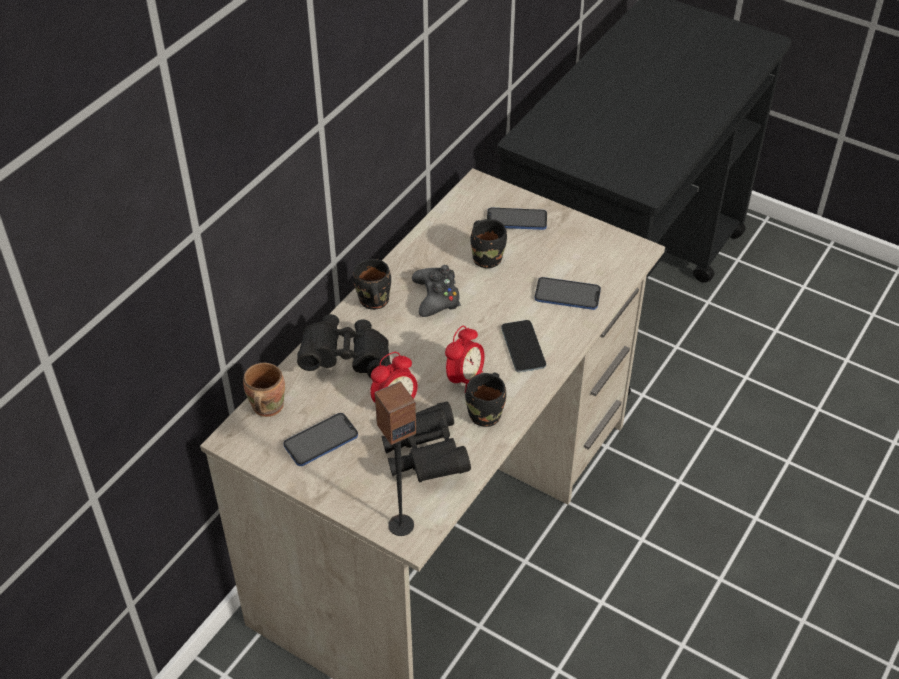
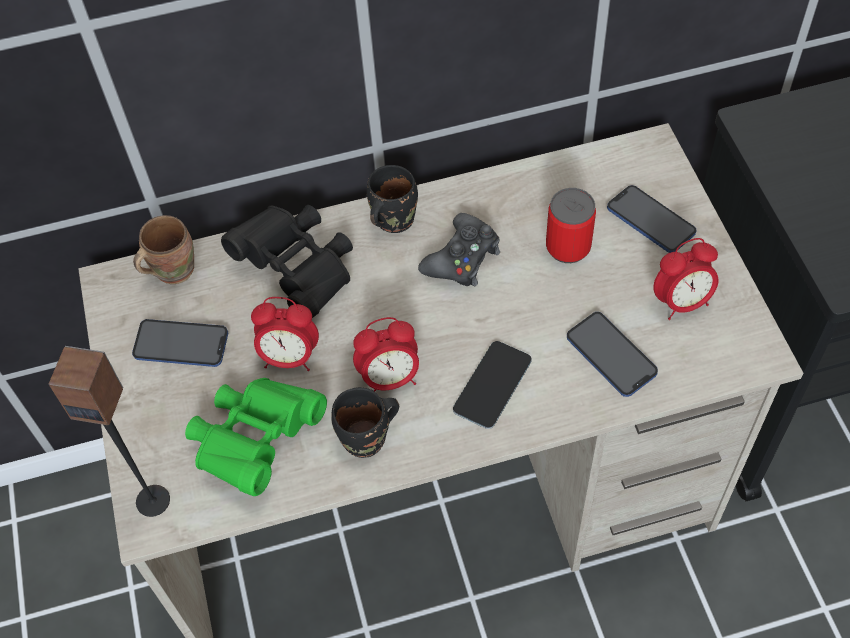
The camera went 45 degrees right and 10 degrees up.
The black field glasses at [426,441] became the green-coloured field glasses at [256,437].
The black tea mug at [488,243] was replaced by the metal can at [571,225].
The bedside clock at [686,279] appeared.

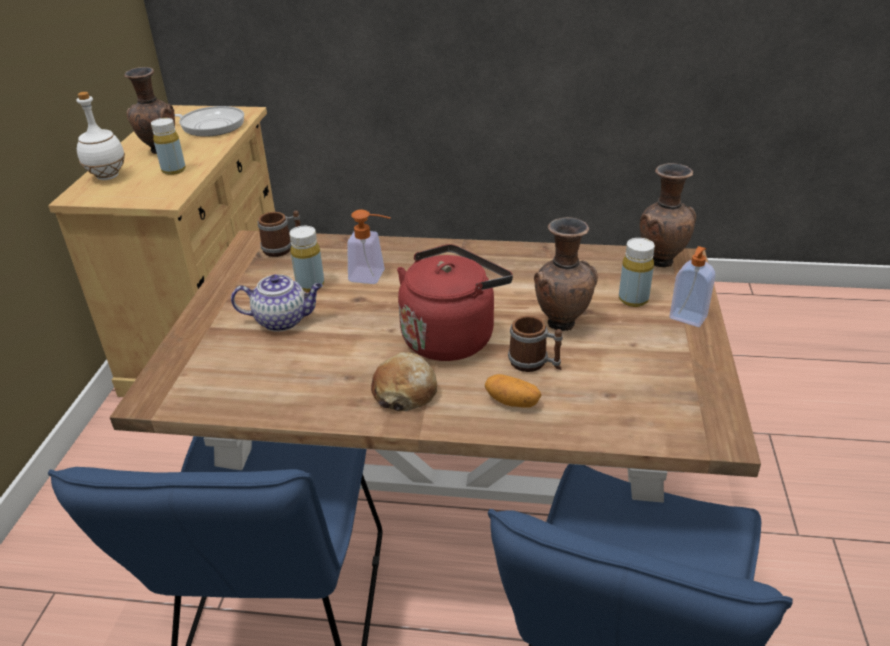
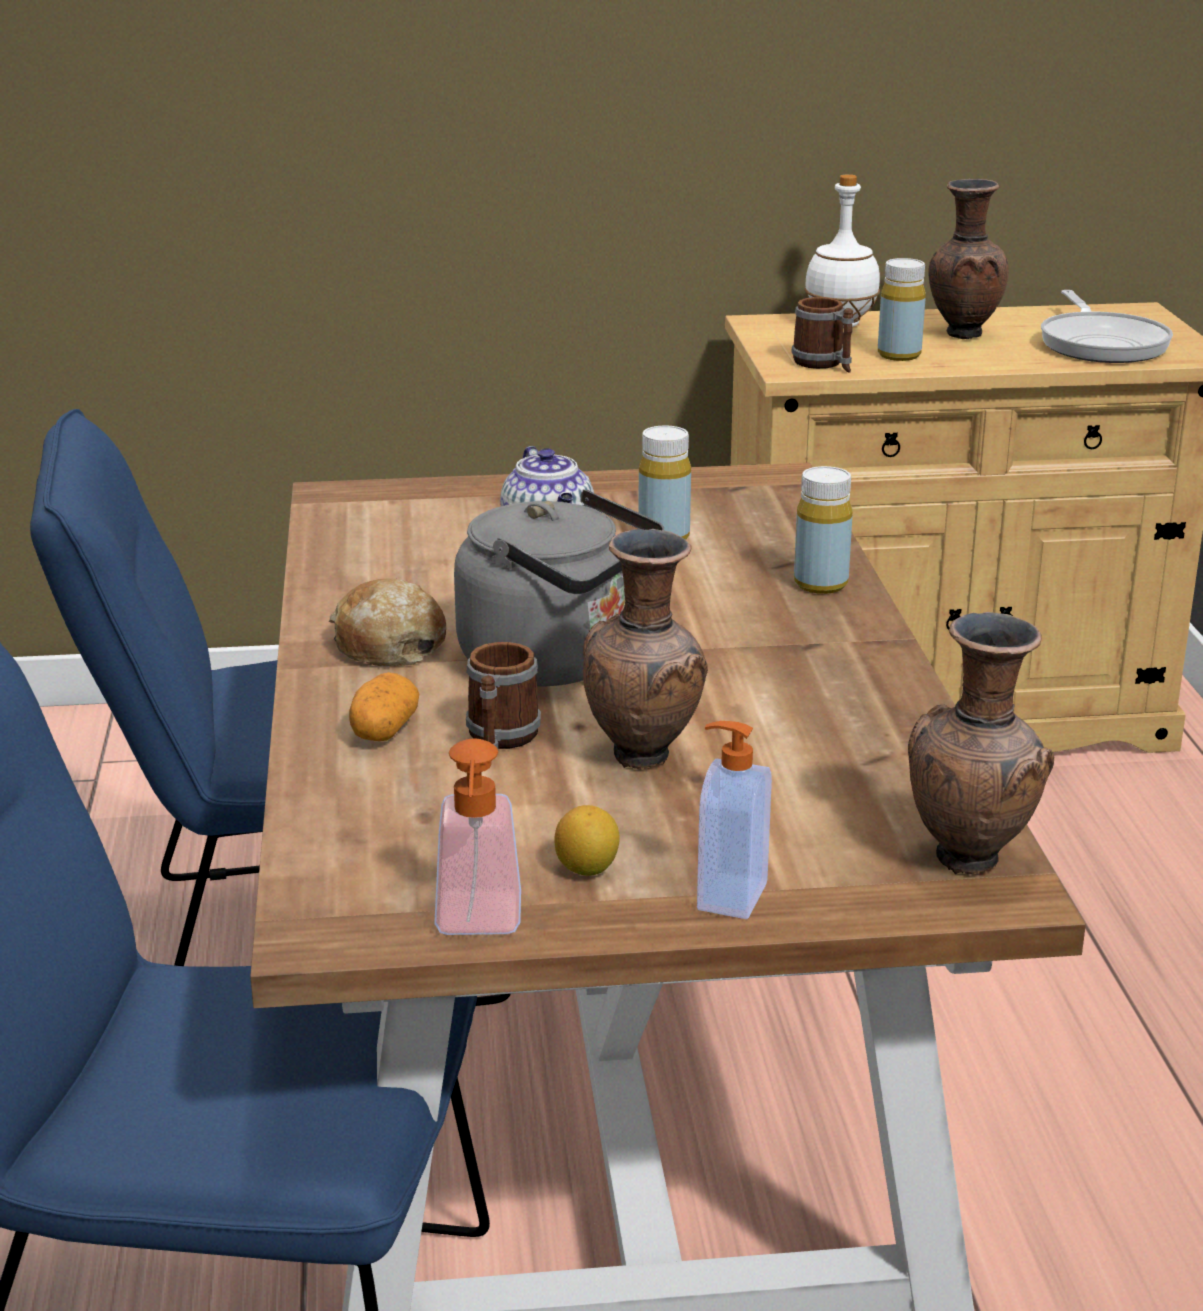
The camera went 75 degrees right and 10 degrees down.
The soap bottle moved from [369,246] to [477,836].
The red-coloured tea kettle at [455,302] became the gray tea kettle at [559,588].
The citrus fruit at [587,840] appeared.
The tea mug moved from [279,233] to [823,335].
The yellow-coloured drink bottle moved from [637,272] to [823,530].

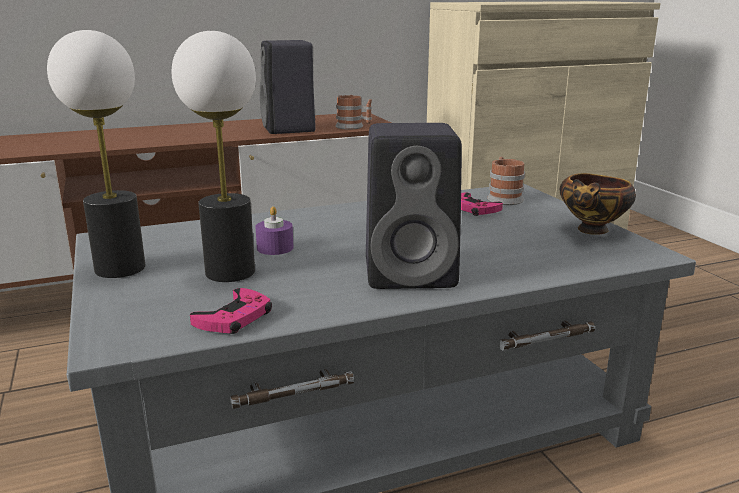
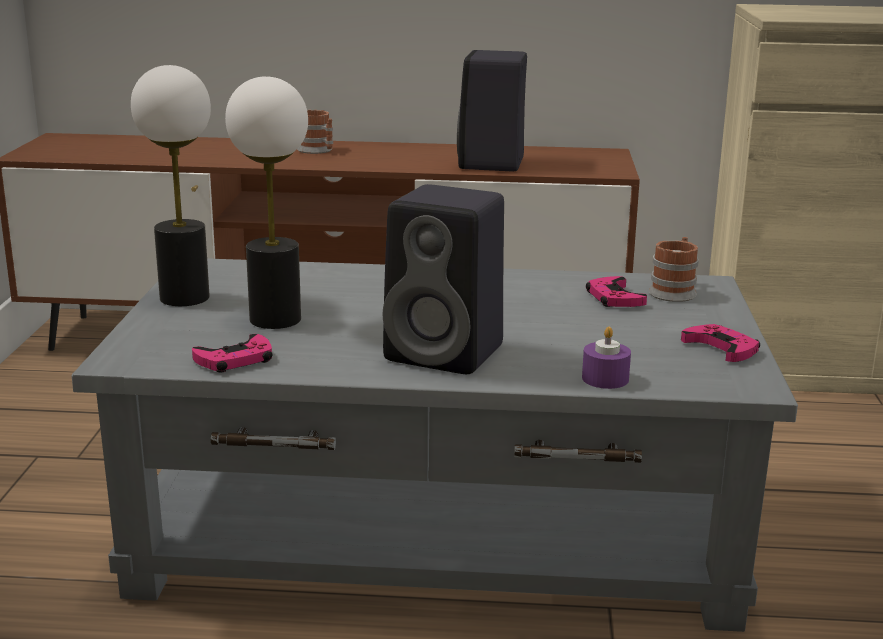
The camera went 25 degrees right and 0 degrees up.
The tea mug moved from [353,112] to [315,131].
The purple-coloured candle moved from [274,230] to [606,358].
The bowl at [598,204] was replaced by the pink game controller at [720,343].

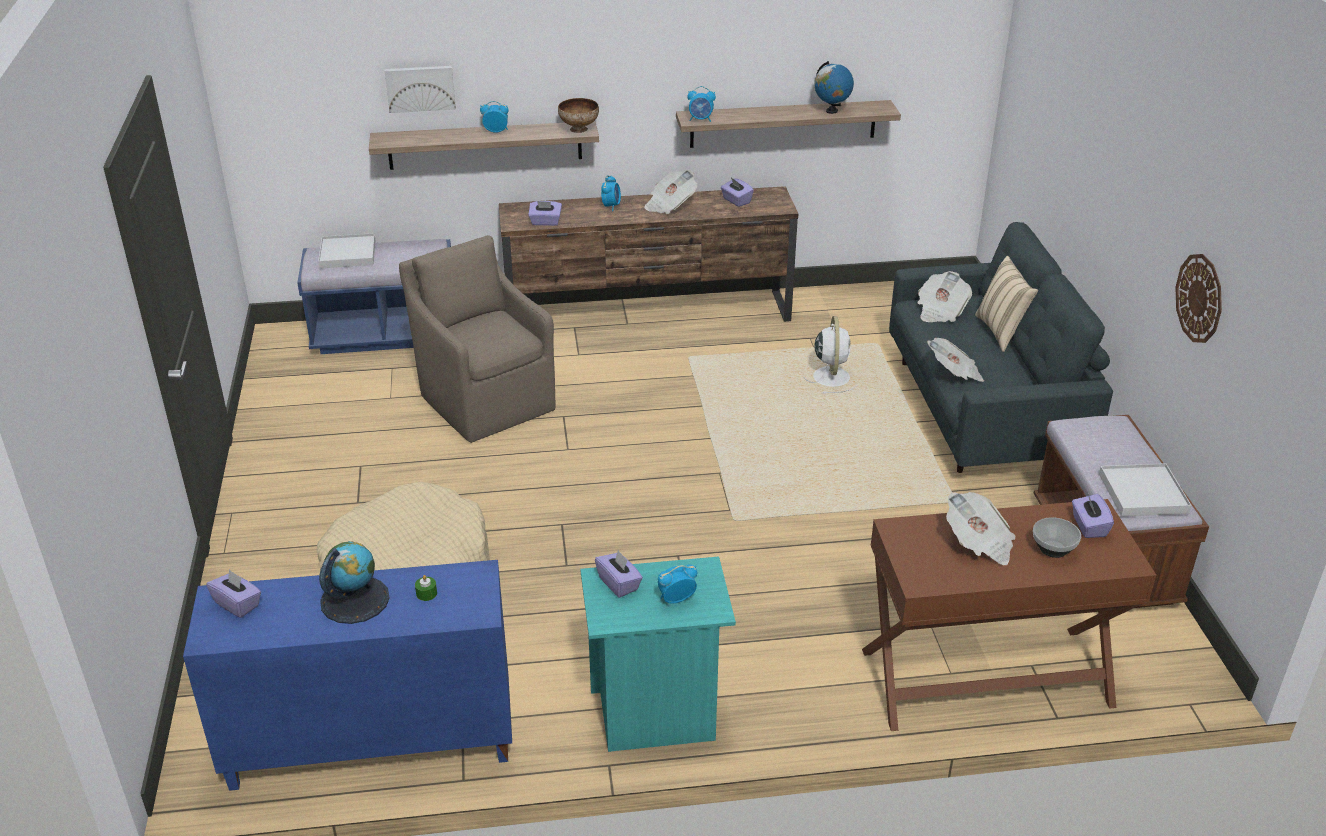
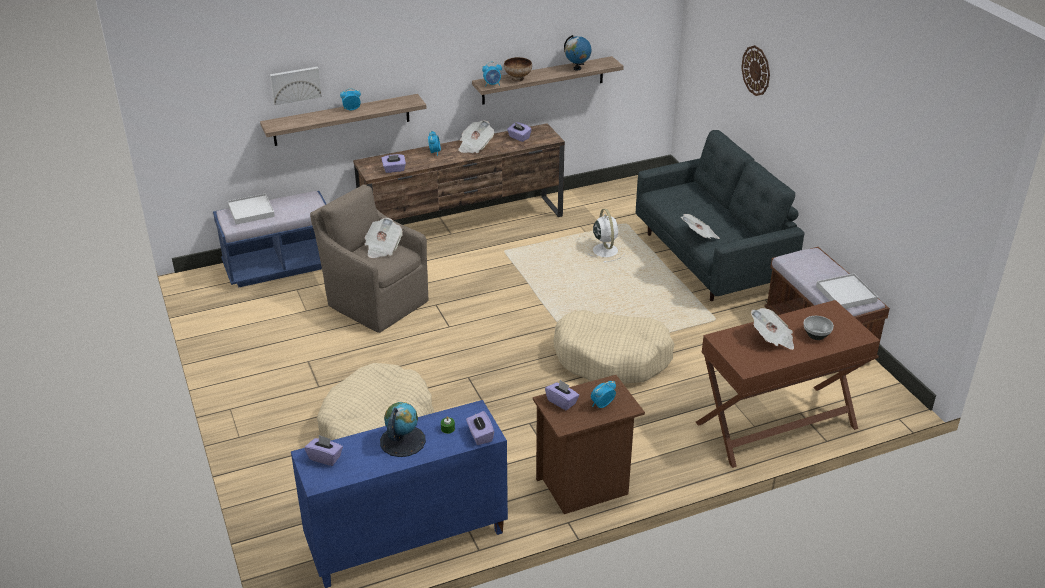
The camera went 15 degrees left and 0 degrees up.
The printed paper moved from [945,296] to [383,238].
The purple-coloured tissue box moved from [1093,516] to [480,428].
The bowl moved from [578,115] to [518,69].
The blue-green night table at [658,654] became the brownish night table at [589,444].
The beige-coloured dog bed at [614,347] appeared.
The clock on the wall moved from [1198,298] to [755,70].
The beige-coloured pillow at [1006,304] disappeared.

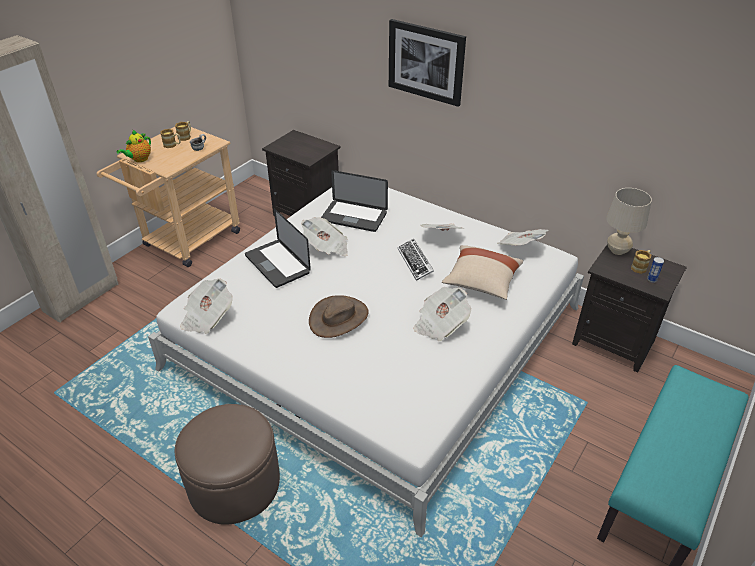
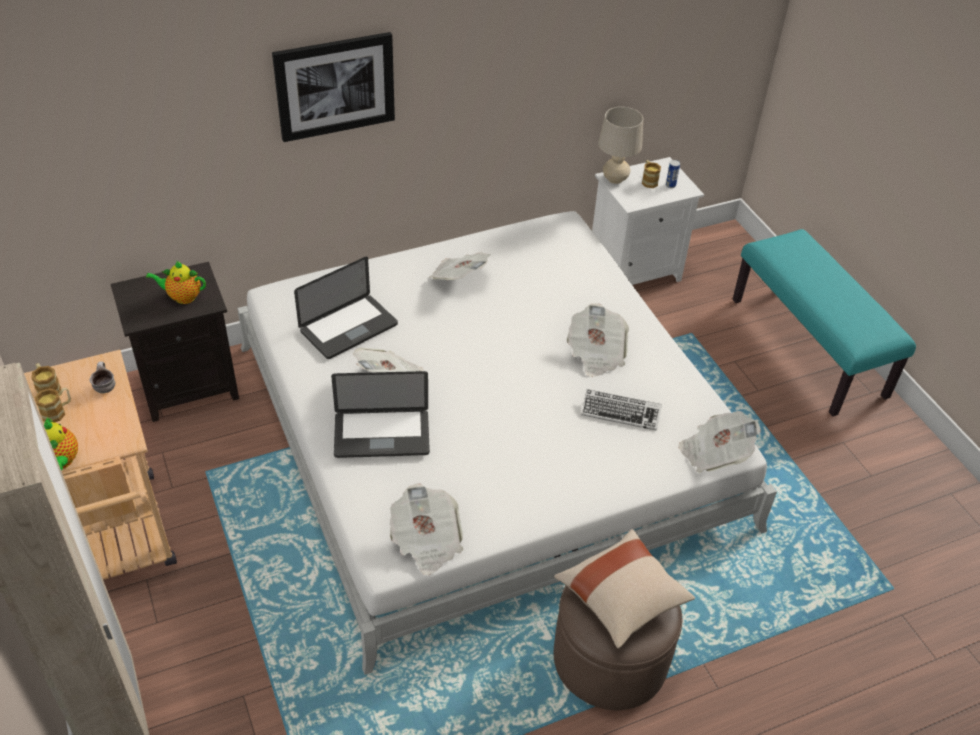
The camera went 60 degrees left and 5 degrees up.
The pot for tea at [176,282] appeared.
The beige-coloured pillow moved from [482,272] to [624,589].
The computer keyboard moved from [416,260] to [621,410].
The black night table at [629,309] became the white night table at [648,221].
The printed paper moved from [522,237] to [719,442].
The brownish clothing hat at [339,316] disappeared.

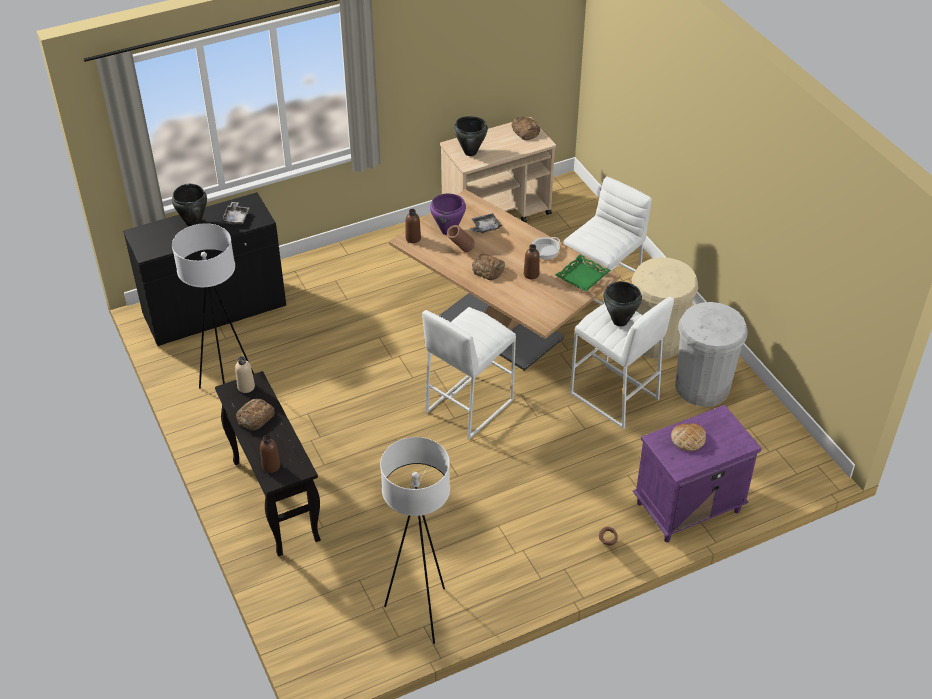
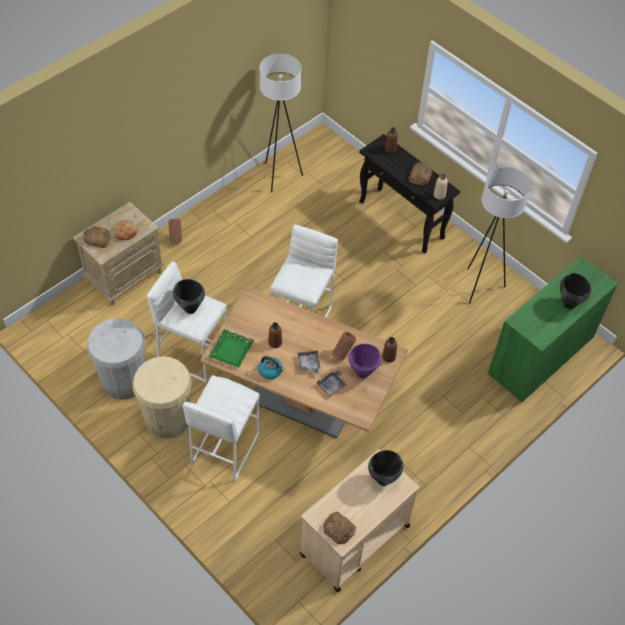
The camera went 160 degrees right and 10 degrees up.
The purple-coloured night table at [697,473] became the beige-coloured night table at [118,254].
The bread moved from [488,267] to [97,237].
The stockpot at [546,248] was replaced by the tea kettle at [271,367].
The gray tray moved from [235,213] to [309,362].
The black cabinet at [204,269] became the green-coloured cabinet at [553,329].

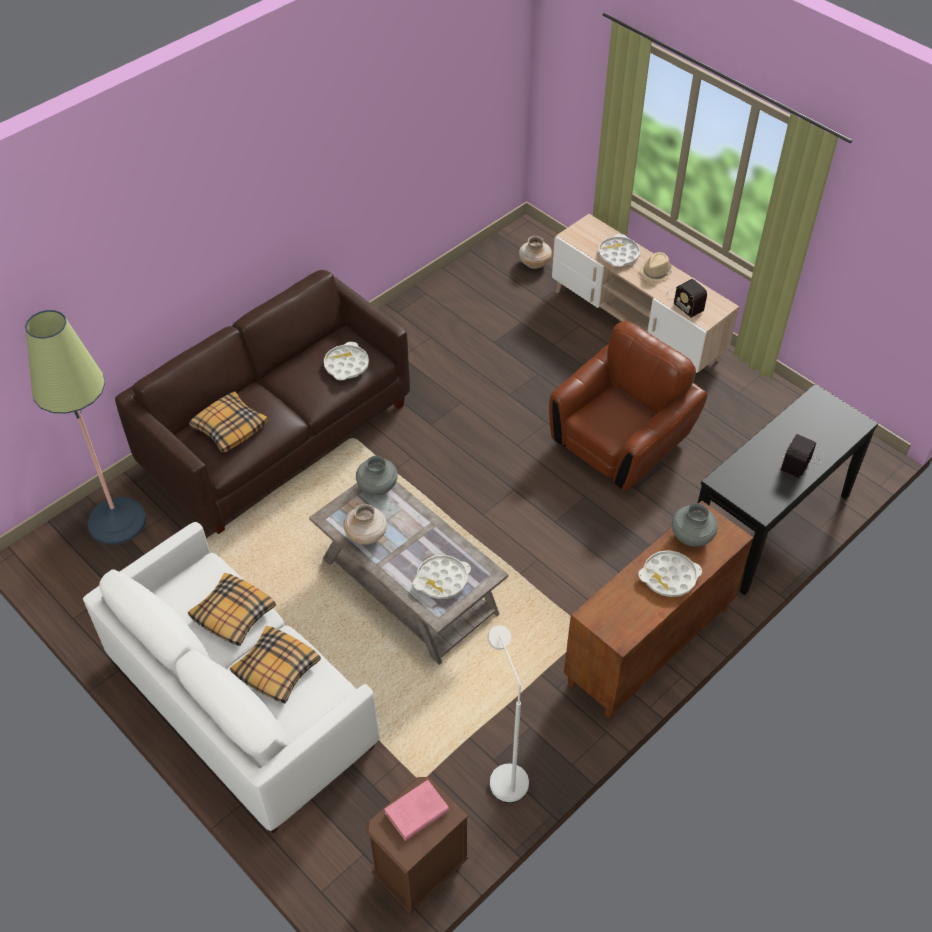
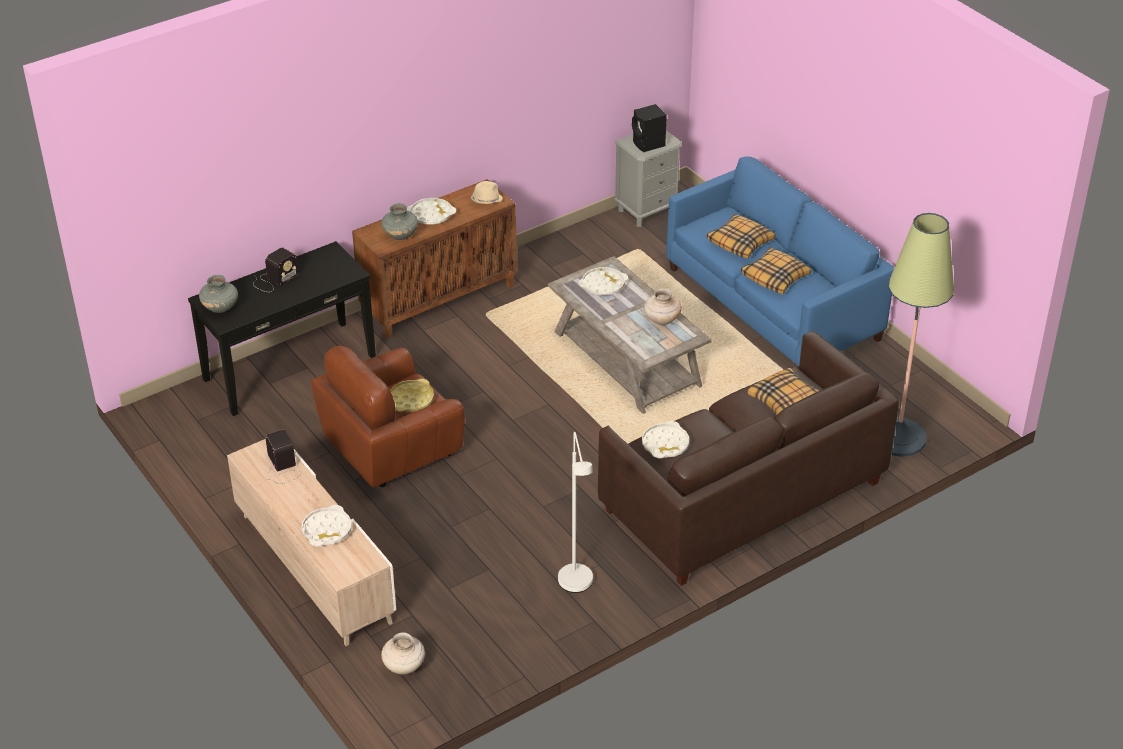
The camera went 170 degrees left and 10 degrees down.
The gray vase moved from [377,475] to [218,294].
The yellow-coloured tray at [412,395] appeared.
The beige-coloured clothing hat moved from [656,267] to [487,192].
The white floor lamp moved from [508,714] to [575,512].
The brownish night table at [417,845] became the gray night table at [648,178].
The pink bound book at [416,810] was replaced by the black audio speaker at [649,128].
The white settee at [231,677] became the blue-coloured settee at [780,262].

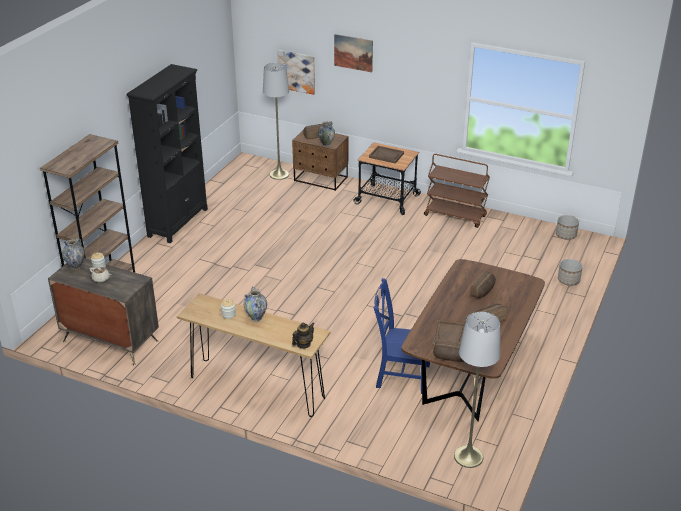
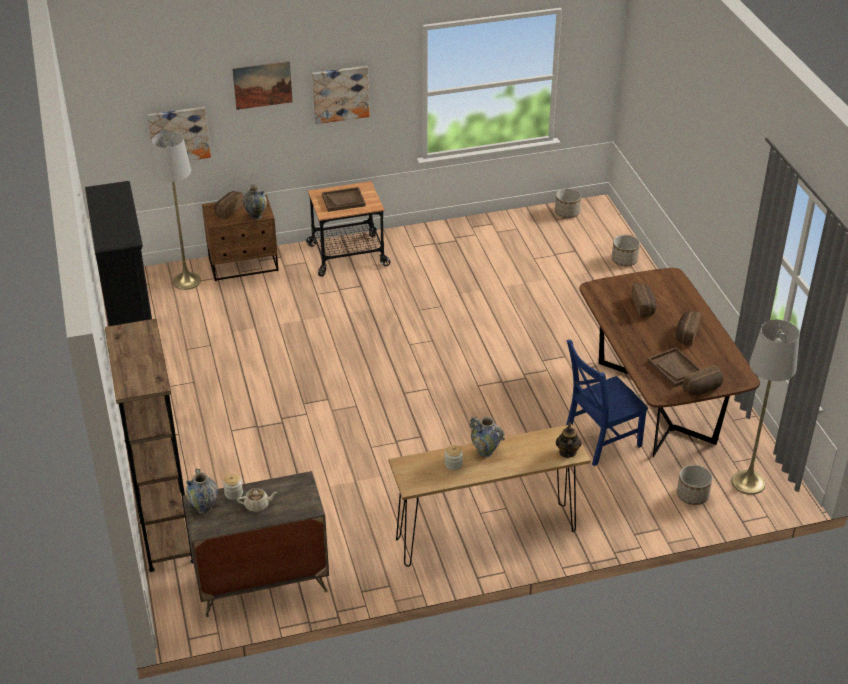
The camera went 40 degrees left and 5 degrees up.
The wall art at [340,95] appeared.
The flower pot at [694,485] appeared.
The brownish cart at [457,191] disappeared.

